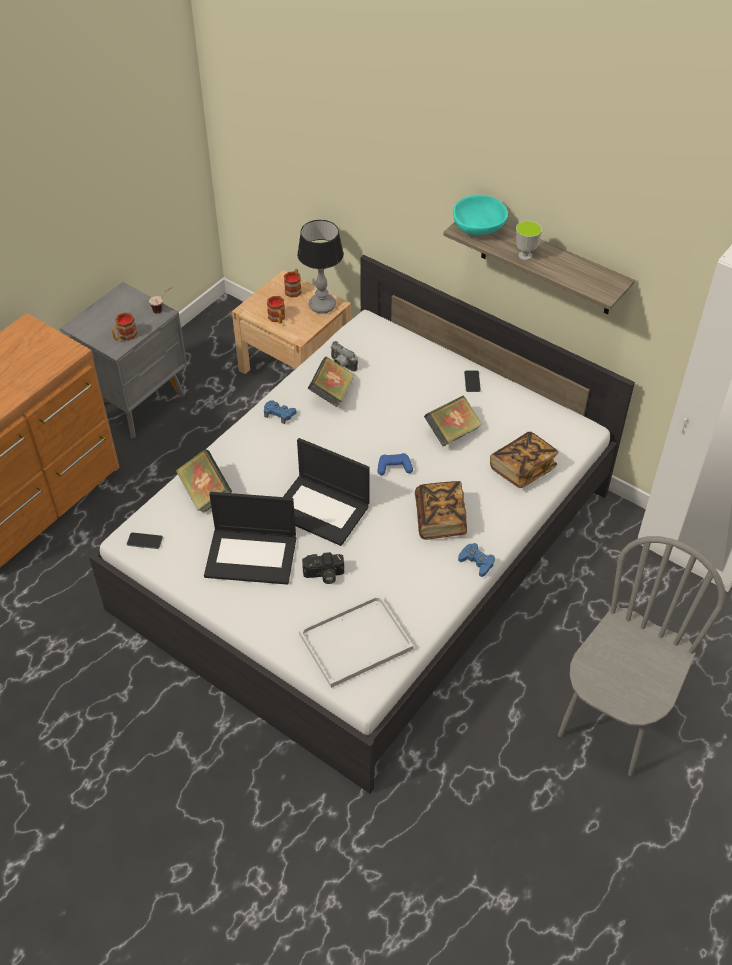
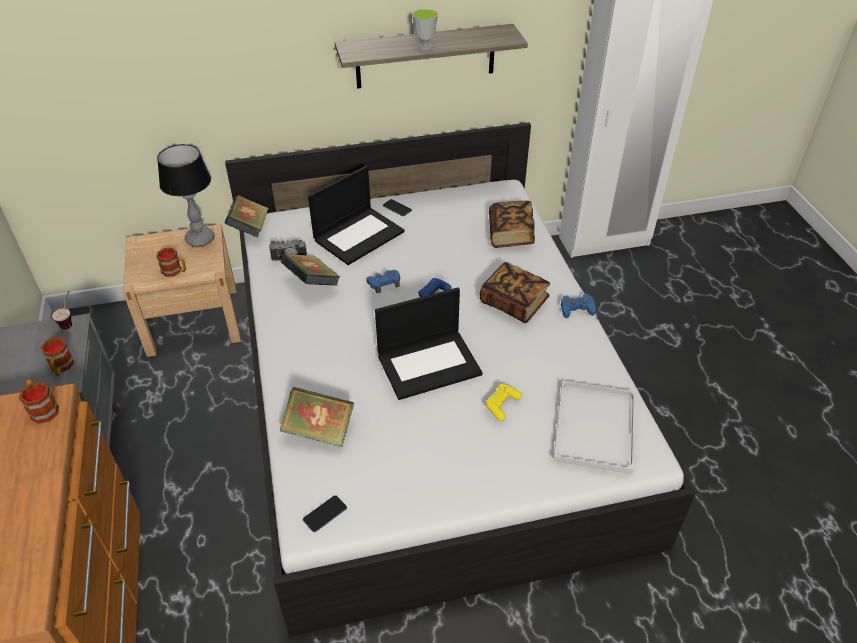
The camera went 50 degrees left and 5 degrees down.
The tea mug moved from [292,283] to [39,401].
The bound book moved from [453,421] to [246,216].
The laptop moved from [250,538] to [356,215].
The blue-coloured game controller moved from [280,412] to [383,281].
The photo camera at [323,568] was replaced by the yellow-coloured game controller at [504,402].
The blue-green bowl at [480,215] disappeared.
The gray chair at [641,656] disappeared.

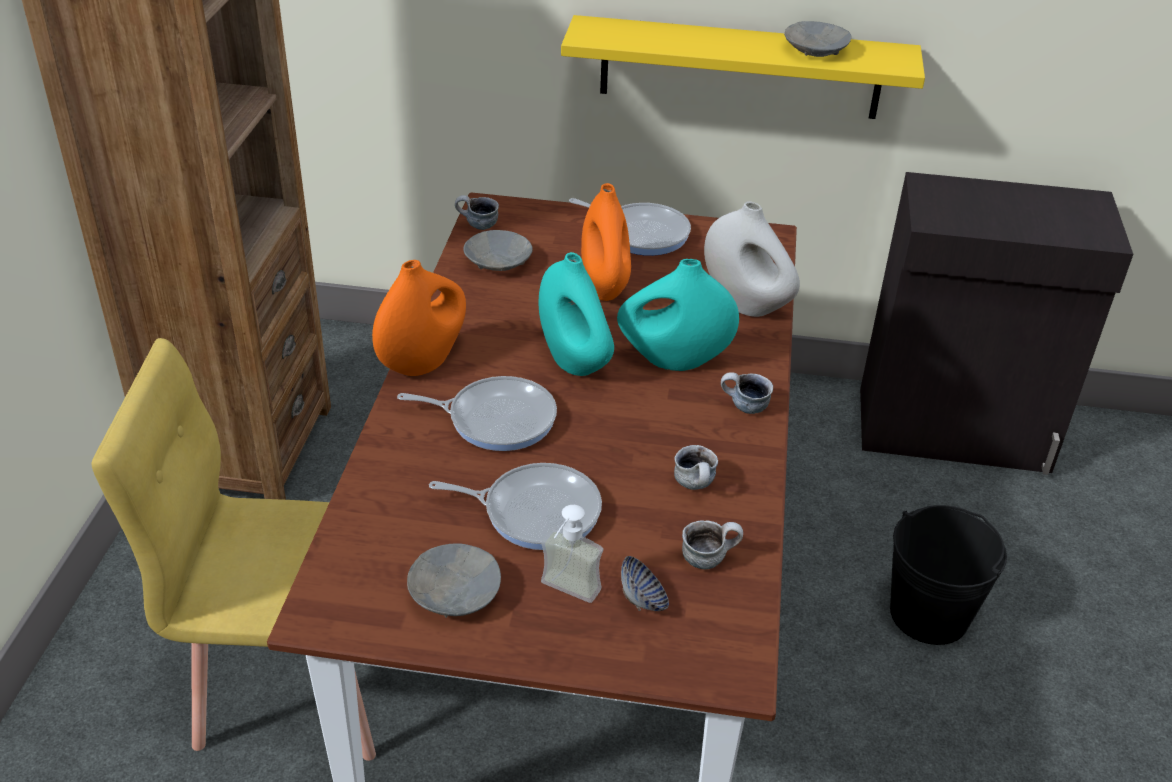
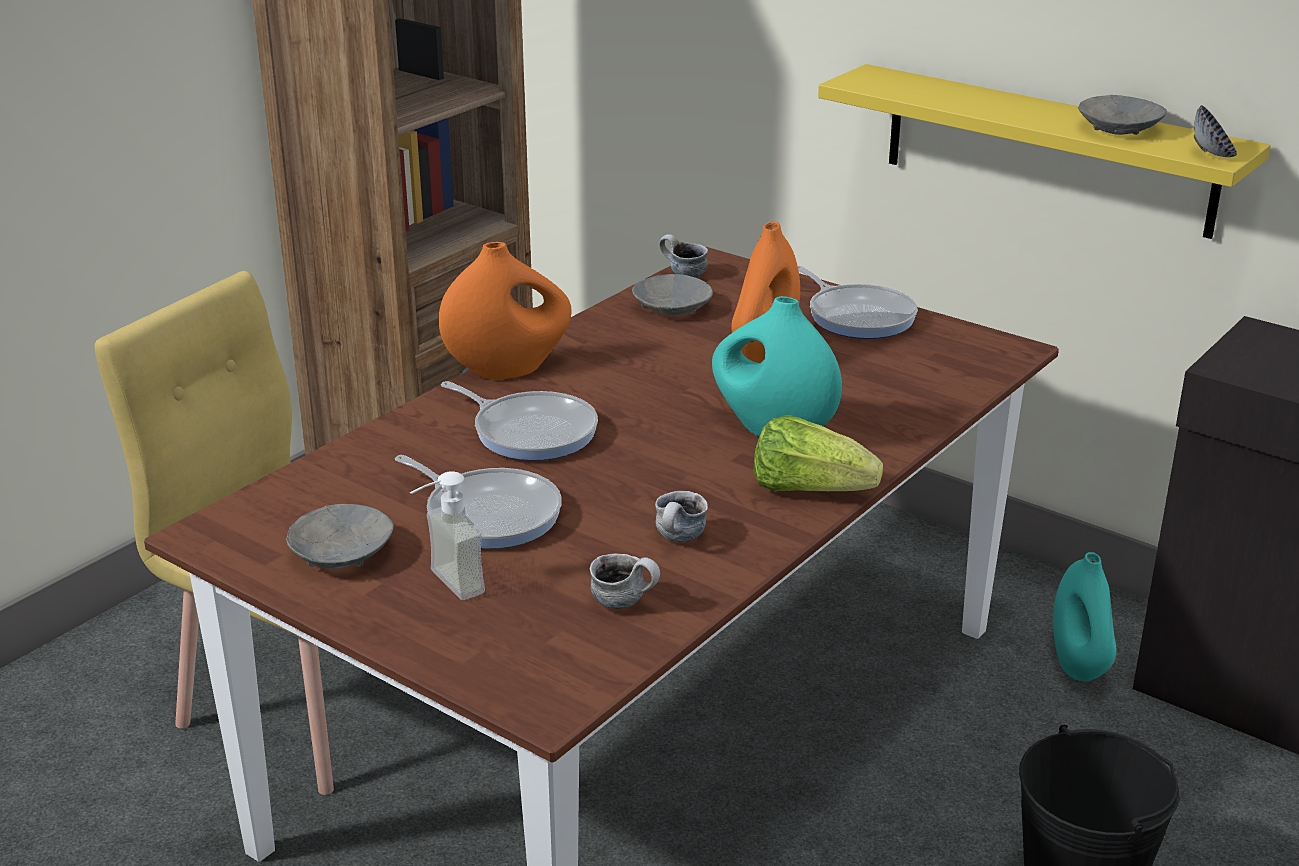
The camera went 30 degrees right and 10 degrees down.
The tea mug at [747,393] was replaced by the lettuce at [818,453].
The blue-green vase moved from [576,314] to [1084,616].
The bowl moved from [645,583] to [1215,131].
The white vase at [752,259] disappeared.

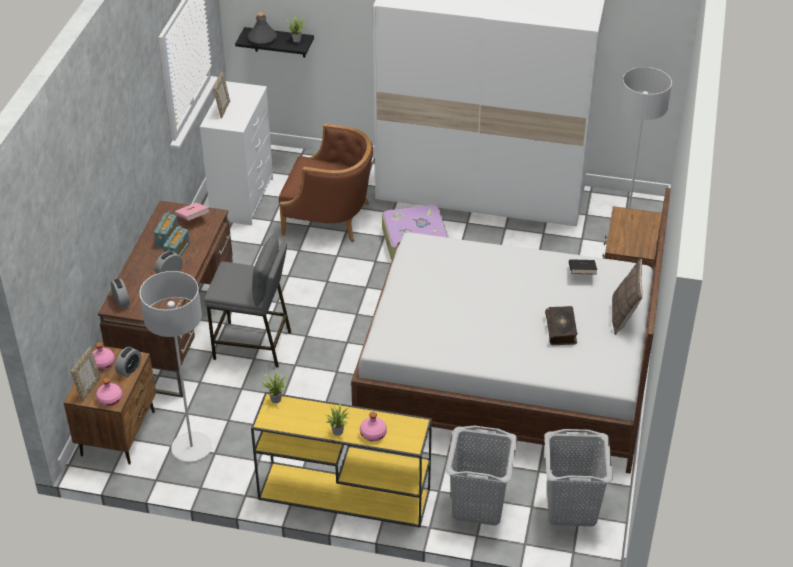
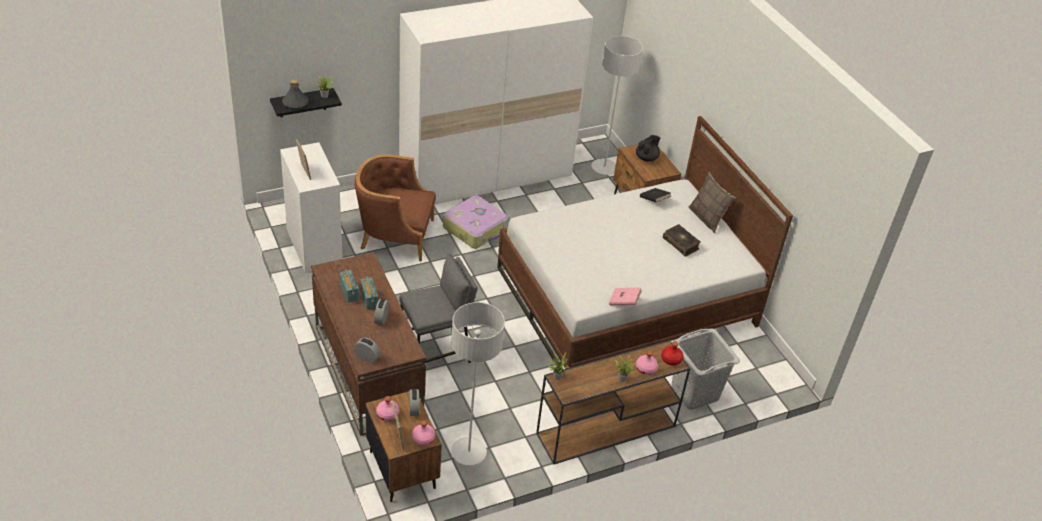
The camera went 40 degrees left and 0 degrees up.
The brownish armchair at [326,182] turned 150 degrees counterclockwise.
The yellow-coloured hall table at [341,459] became the brownish hall table at [613,402].
The pink bound book moved from [192,211] to [625,296].
The black pot for tea at [648,148] appeared.
The red-coloured drink bottle at [672,353] appeared.
The gray laundry basket at [578,477] disappeared.

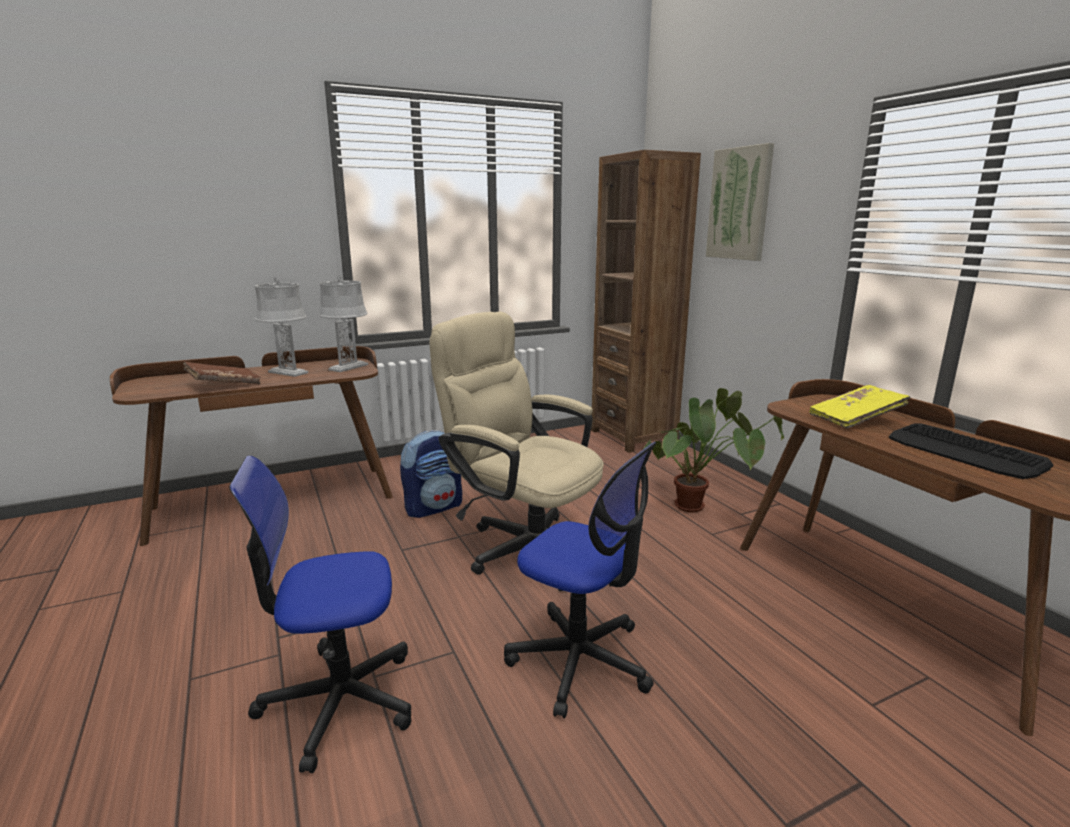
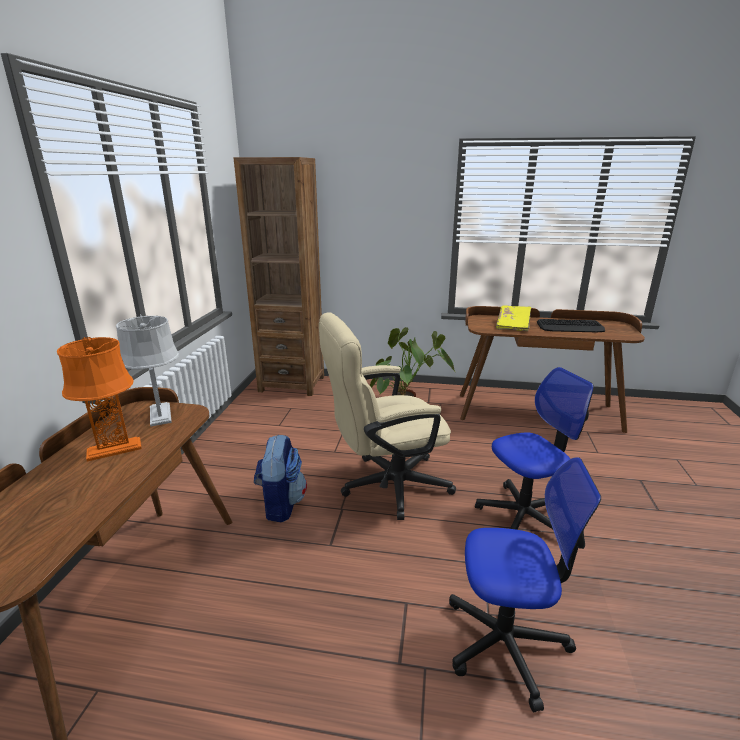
The camera went 55 degrees left and 5 degrees up.
The gray table lamp at [281,327] became the orange table lamp at [99,399].
The computer chair at [320,614] turned 105 degrees counterclockwise.
The brownish bound book at [222,373] disappeared.
The wall art at [740,202] disappeared.

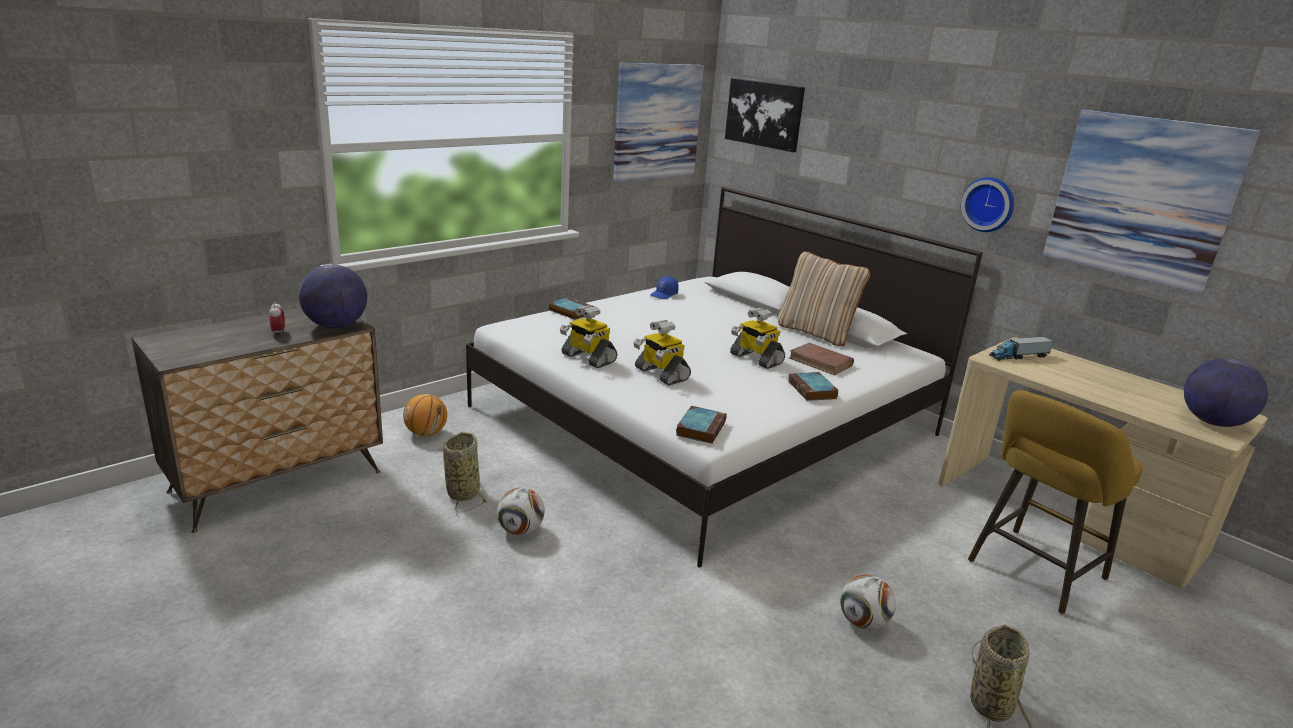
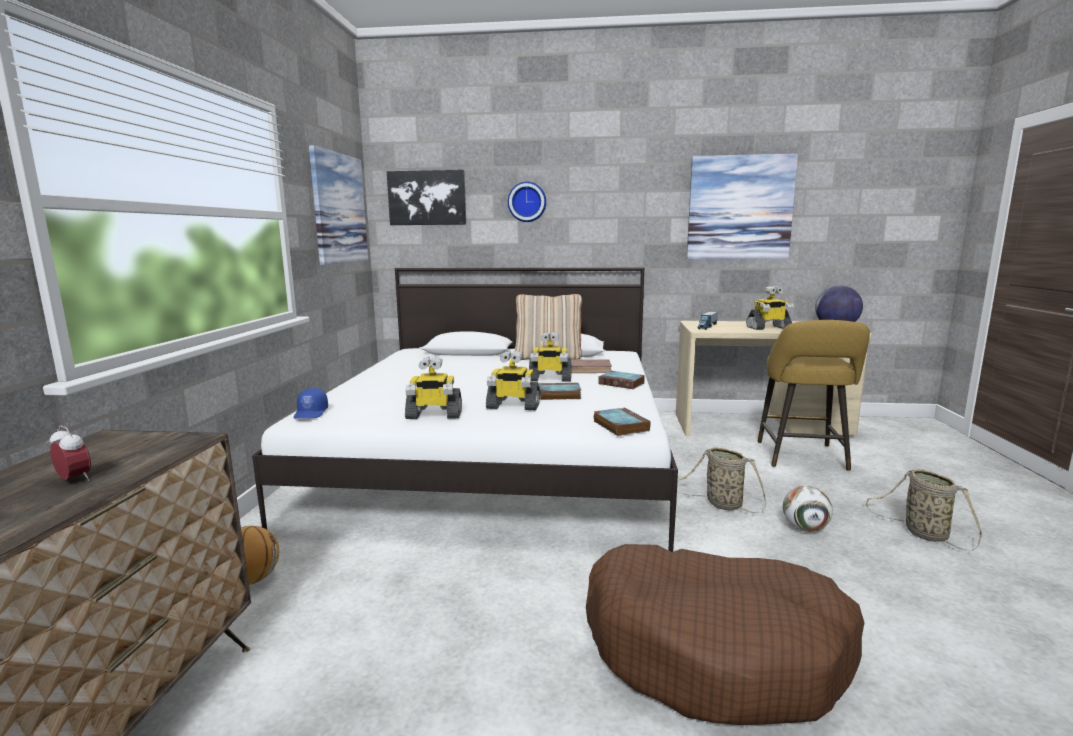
The camera went 40 degrees left and 10 degrees down.
The blue-coloured baseball cap moved from [664,287] to [311,403].
The clock on the wall moved from [987,204] to [527,202].
The bound book moved from [571,308] to [560,391].
The brownish dog bed at [725,634] appeared.
The basket moved from [465,472] to [721,480].
The toy robot at [770,308] appeared.
The globe at [333,296] disappeared.
The ball for football at [521,511] disappeared.

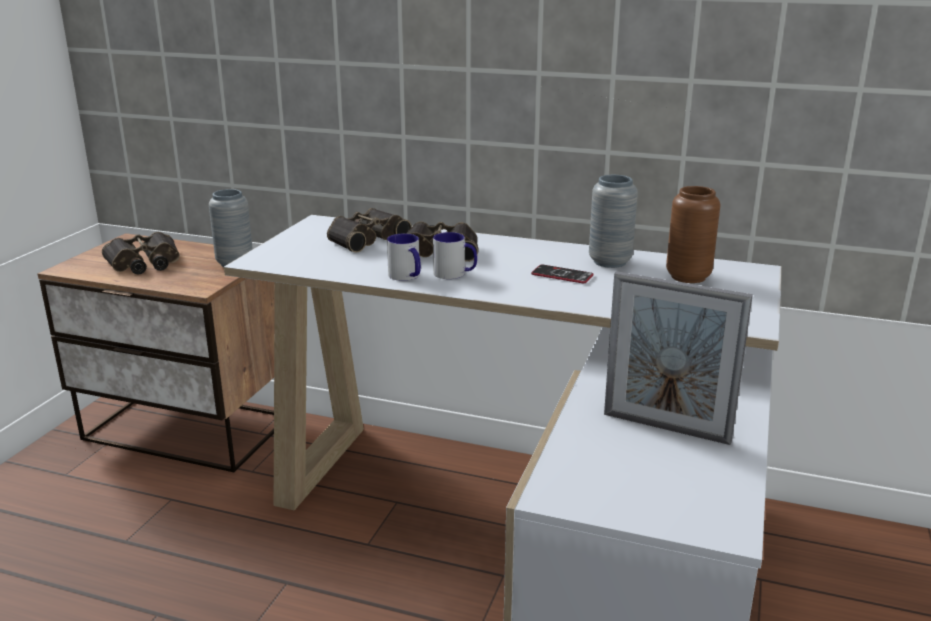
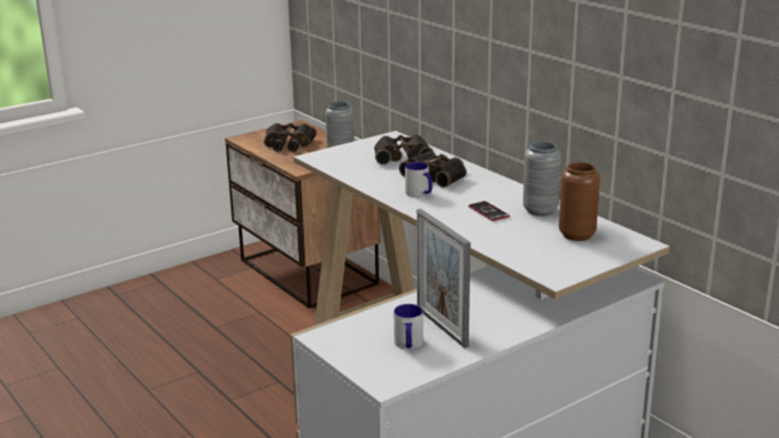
The camera went 35 degrees right and 0 degrees up.
The tea mug moved from [404,257] to [408,326].

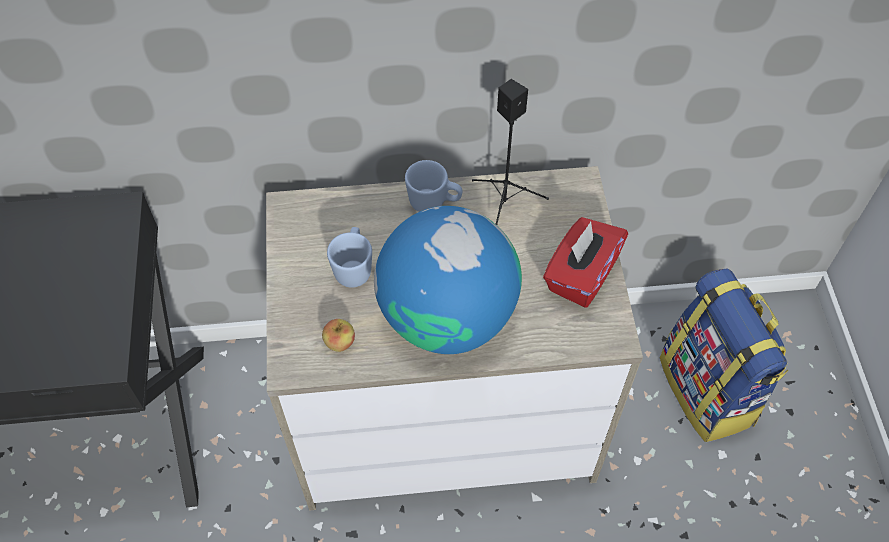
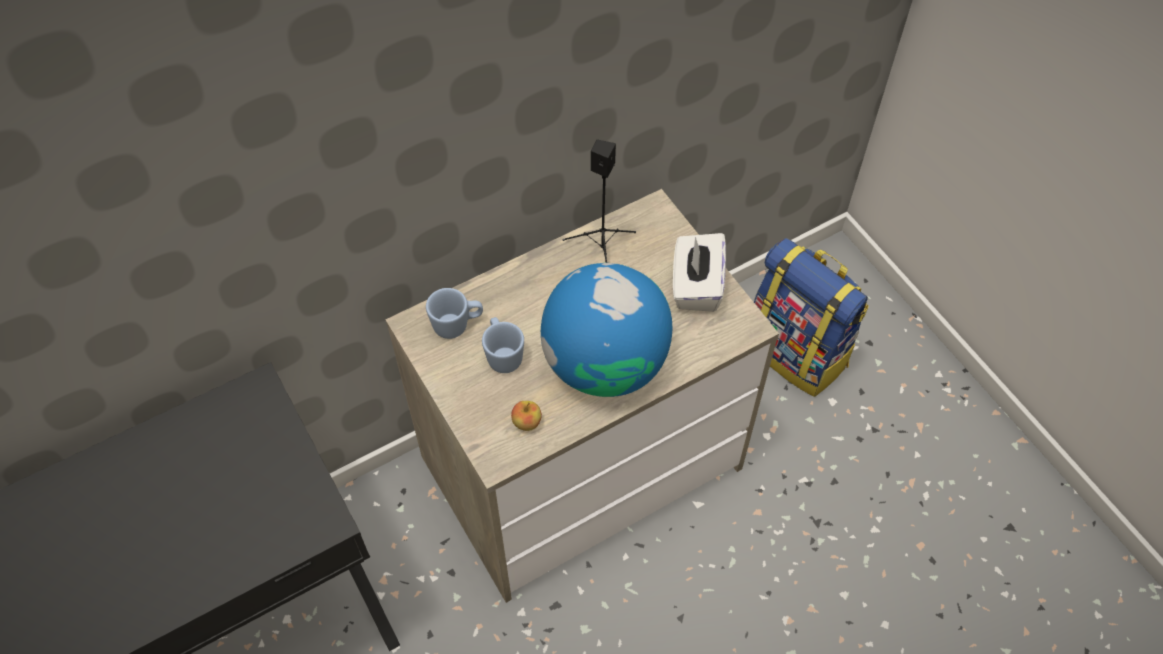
The camera went 25 degrees left and 0 degrees up.
The blue-coloured tea mug moved from [433,186] to [454,313].
The red-coloured tissue box at [585,262] became the white tissue box at [699,272].

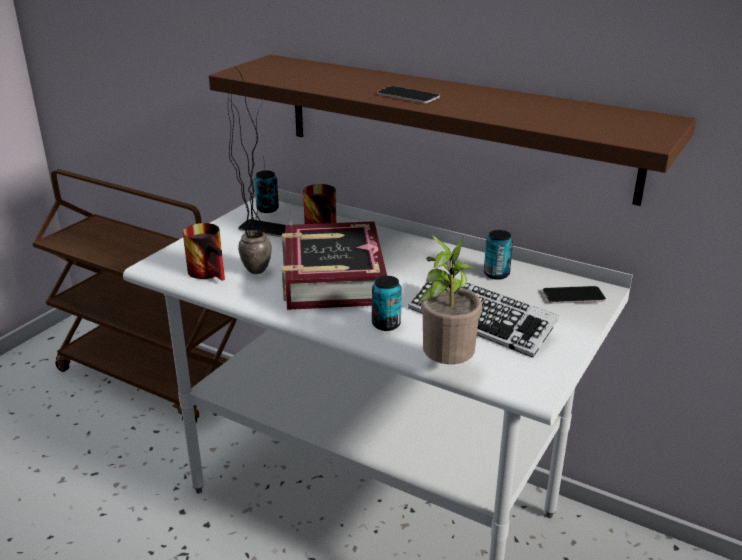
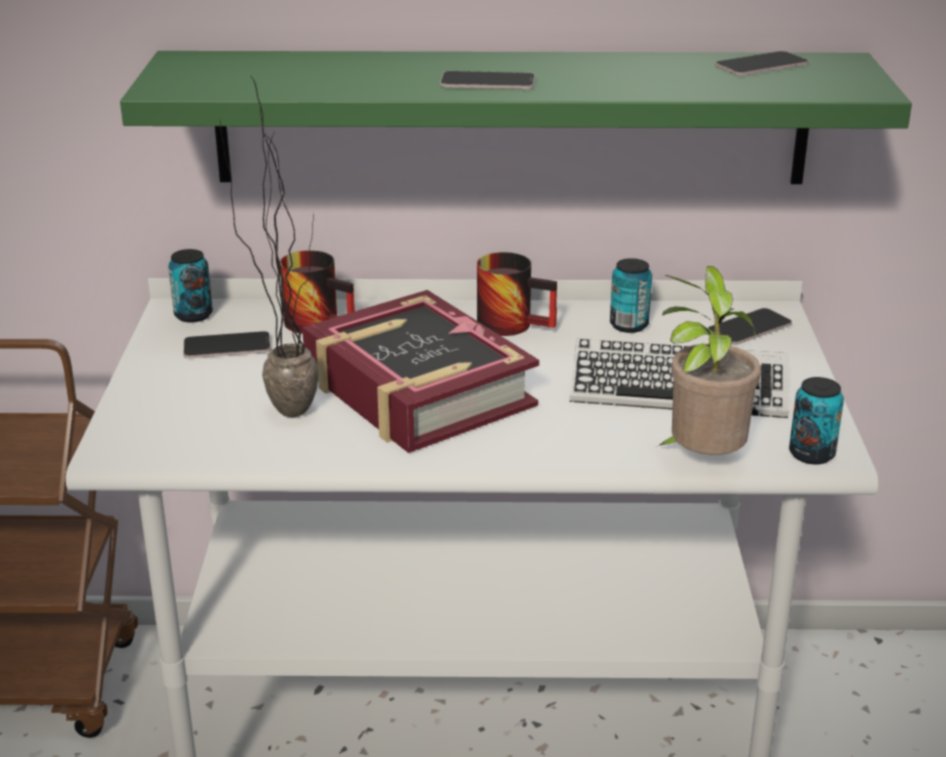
The camera went 30 degrees left and 0 degrees up.
The brownish shelf at [452,130] became the green-coloured shelf at [516,117].
The tea mug moved from [204,252] to [517,294].
The handset at [762,63] appeared.
The metal can moved from [387,303] to [816,421].

